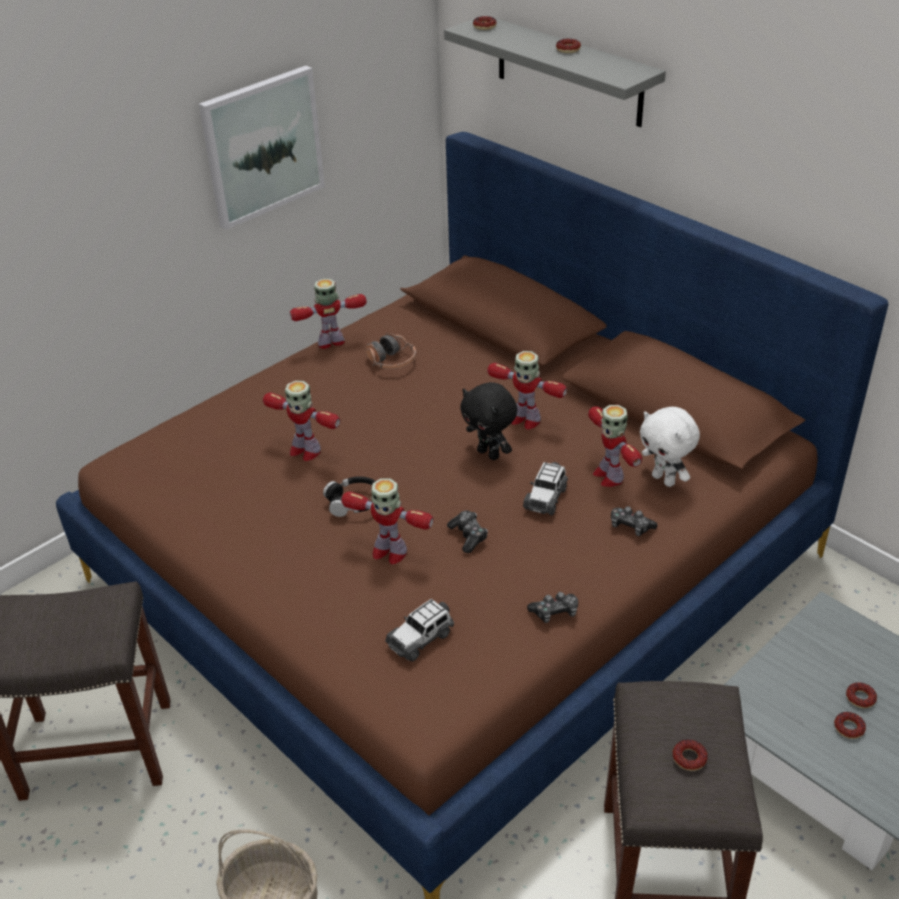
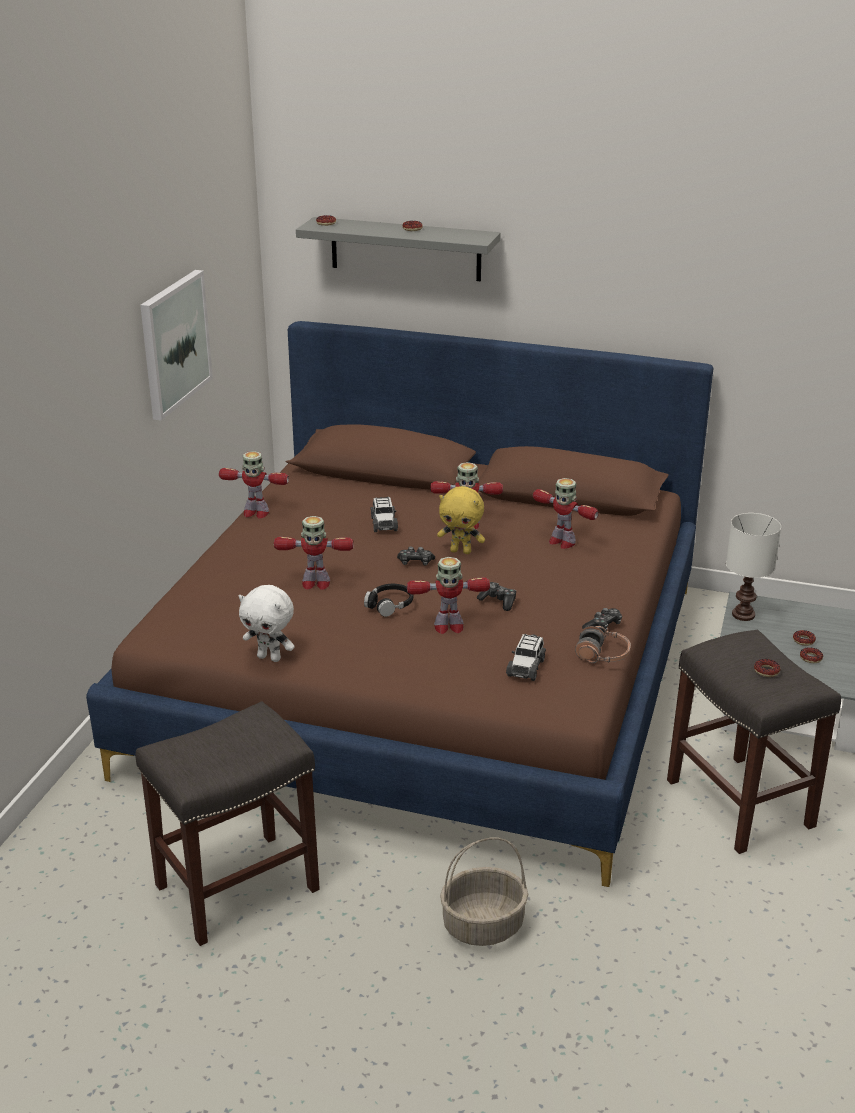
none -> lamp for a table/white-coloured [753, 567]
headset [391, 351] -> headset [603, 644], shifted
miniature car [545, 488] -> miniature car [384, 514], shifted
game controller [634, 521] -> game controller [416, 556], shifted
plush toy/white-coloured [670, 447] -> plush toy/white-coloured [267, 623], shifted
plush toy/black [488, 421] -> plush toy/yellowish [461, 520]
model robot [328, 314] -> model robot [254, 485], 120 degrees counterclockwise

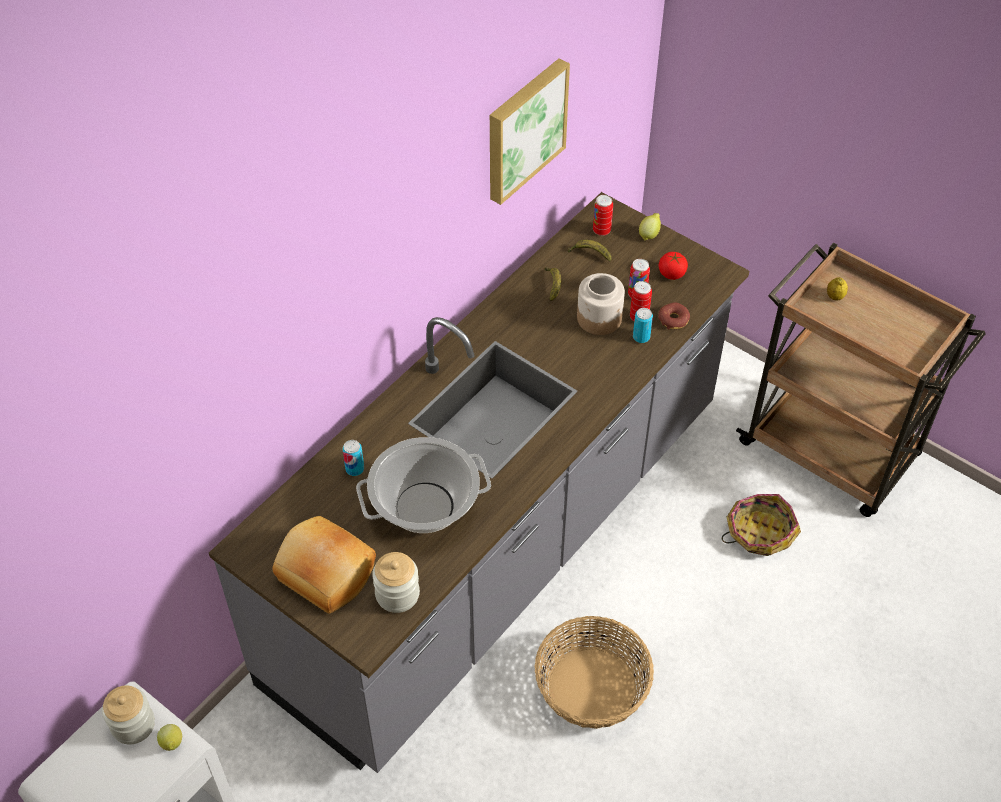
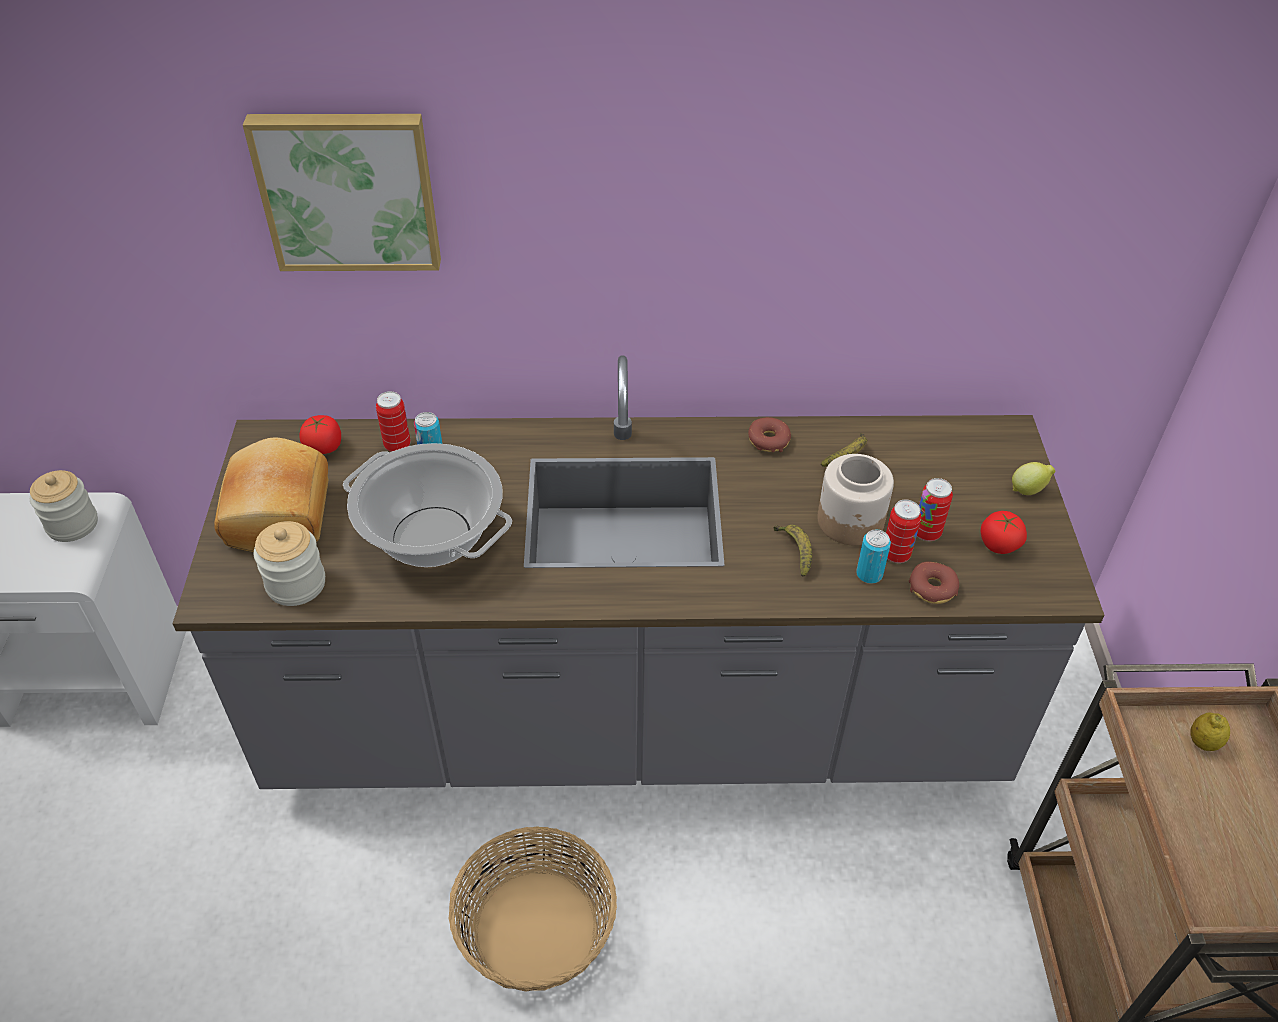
lemon [169, 737] -> none
household basket [761, 525] -> none
none -> fresh tomato [320, 434]
none -> doughnut [769, 434]
wall art [530, 131] -> wall art [342, 192], shifted
banana fruit [589, 251] -> banana fruit [792, 551], shifted
can [603, 215] -> can [393, 421], shifted

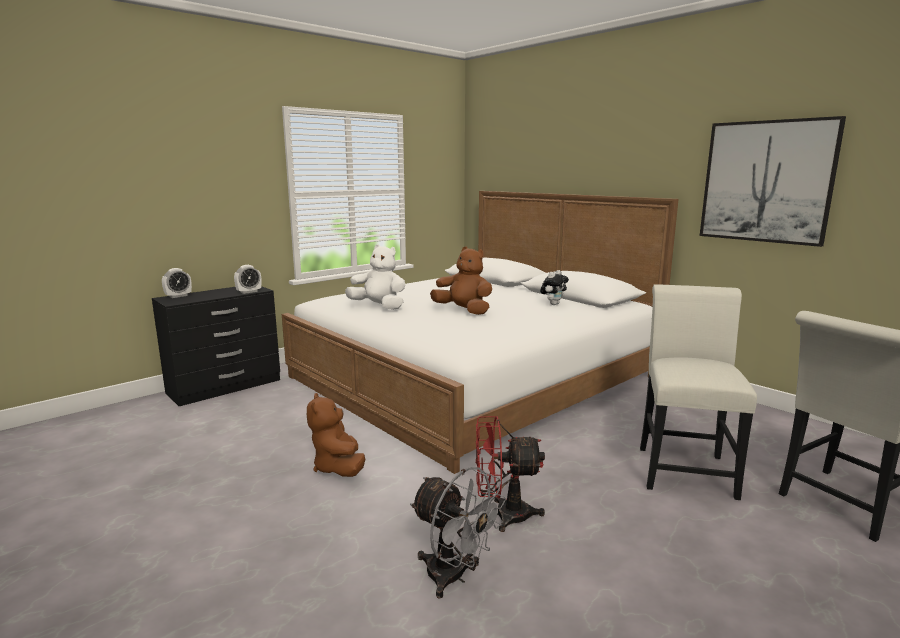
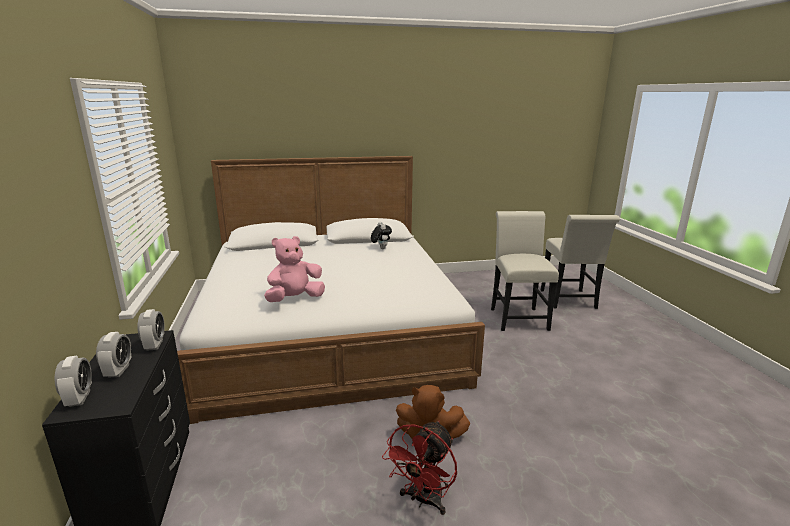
fan/gray [458, 532] -> none
plush toy/brown-coloured [461, 281] -> none
wall art [773, 181] -> none
none -> table clock [114, 354]
fan/red-coloured [510, 474] -> fan/red-coloured [419, 468], shifted
plush toy/white-coloured [375, 277] -> plush toy/pink [294, 269]
upright chair/white-coloured [698, 392] -> upright chair/white-coloured [525, 271], 45 degrees clockwise

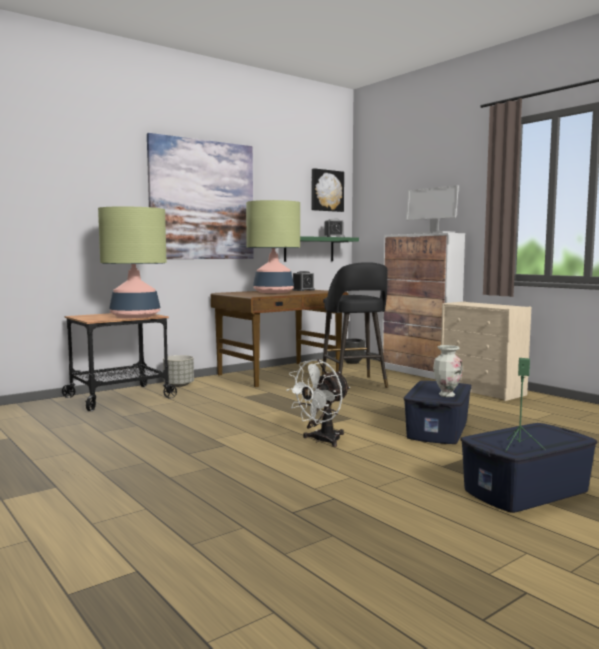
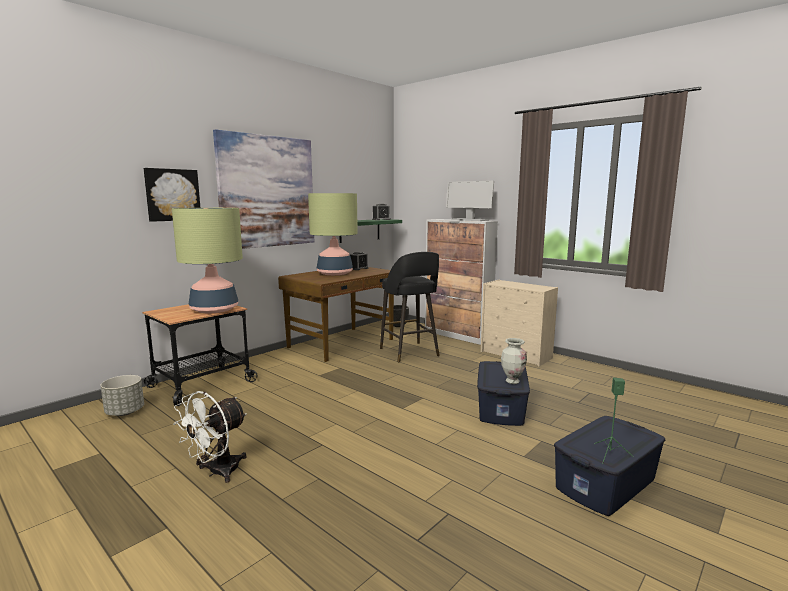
flower pot/gray [178, 371] -> flower pot/gray [122, 395], shifted
fan/white-coloured [318, 403] -> fan/white-coloured [210, 437], shifted
wall art [328, 190] -> wall art [172, 195], shifted

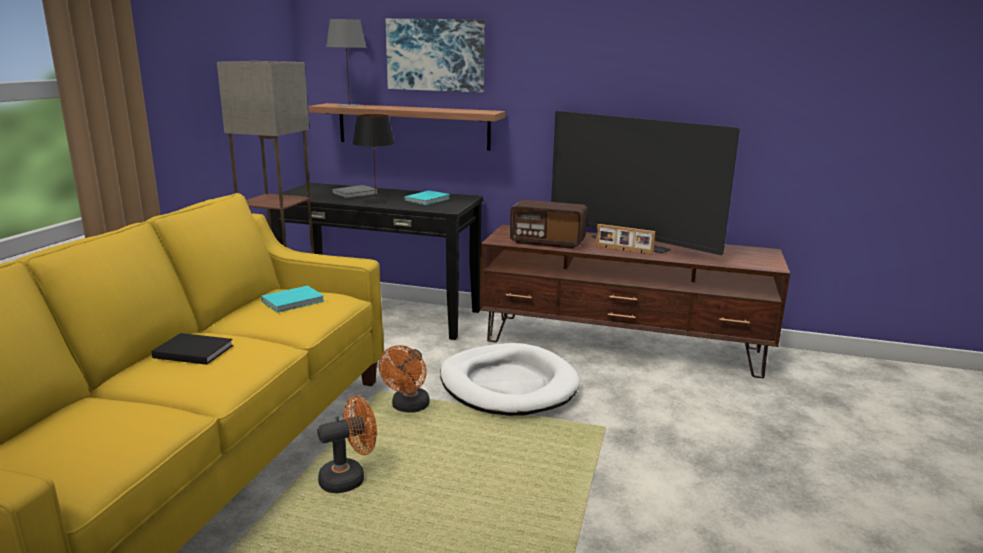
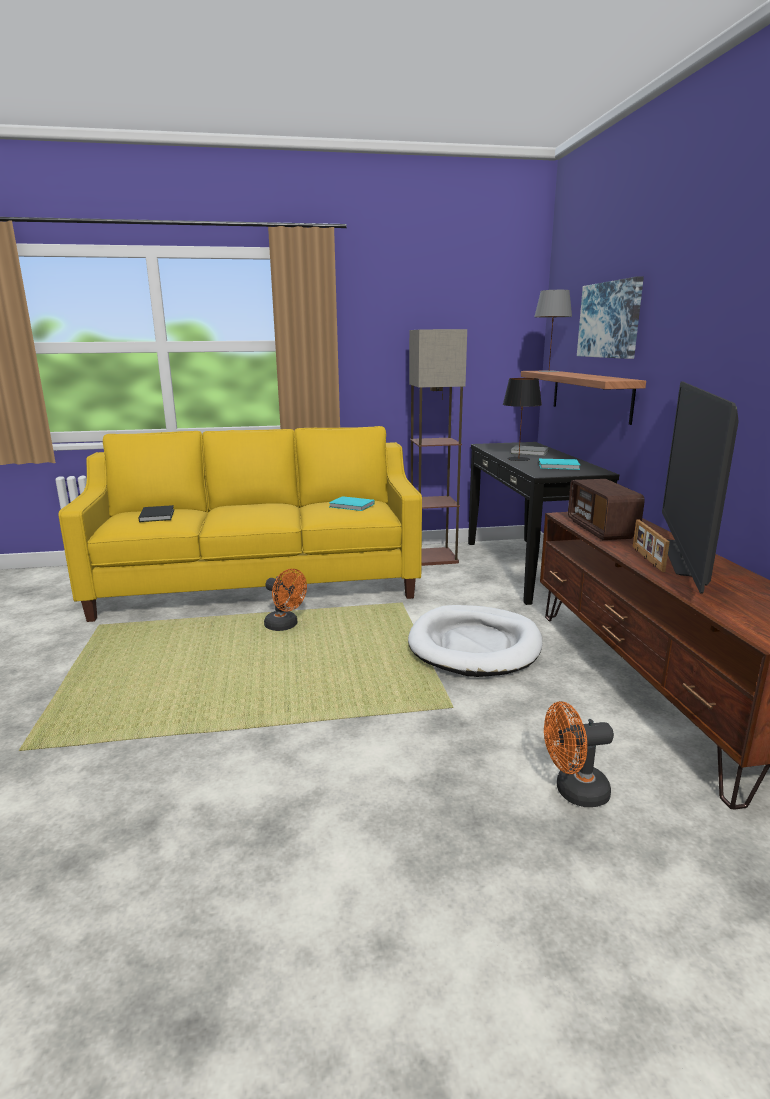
volume/black [192, 349] -> volume/black [156, 513], shifted
fan/orangey [404, 378] -> fan/orangey [579, 754], shifted

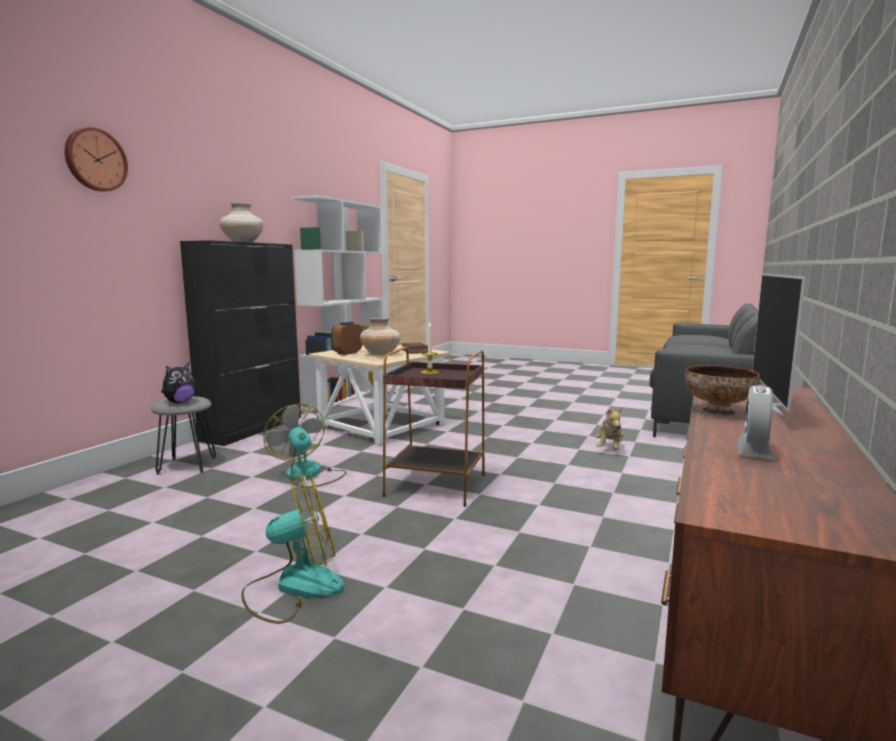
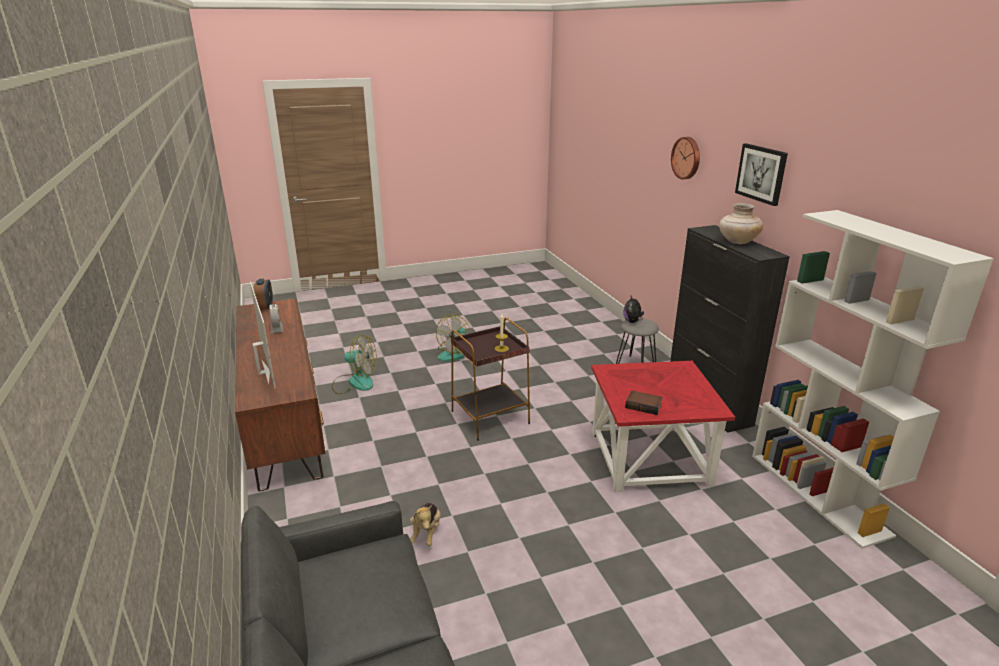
vase/beige [380, 336] -> none
bowl [722, 390] -> none
none -> wall art [761, 174]
fan [305, 446] -> fan [354, 364], shifted
table clock [346, 338] -> table clock [263, 294], shifted
end table/beige [379, 395] -> end table/red-coloured [663, 426]
plush toy [609, 429] -> plush toy [425, 524], 150 degrees counterclockwise

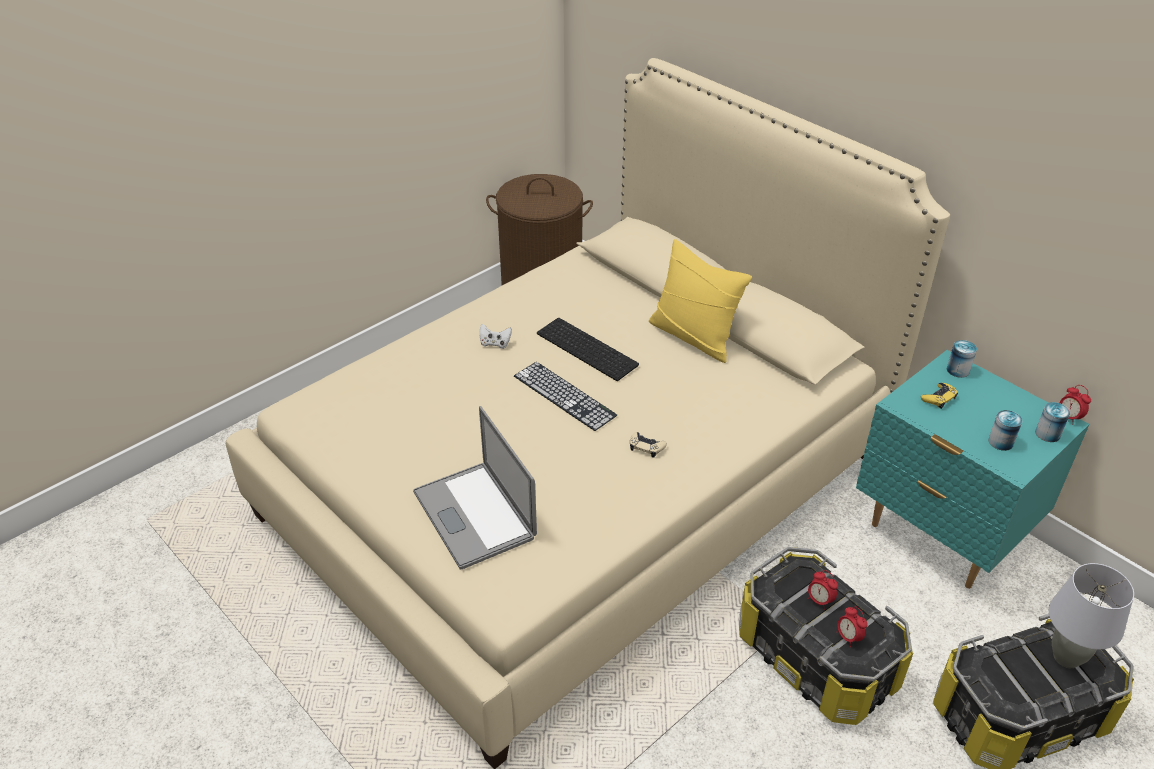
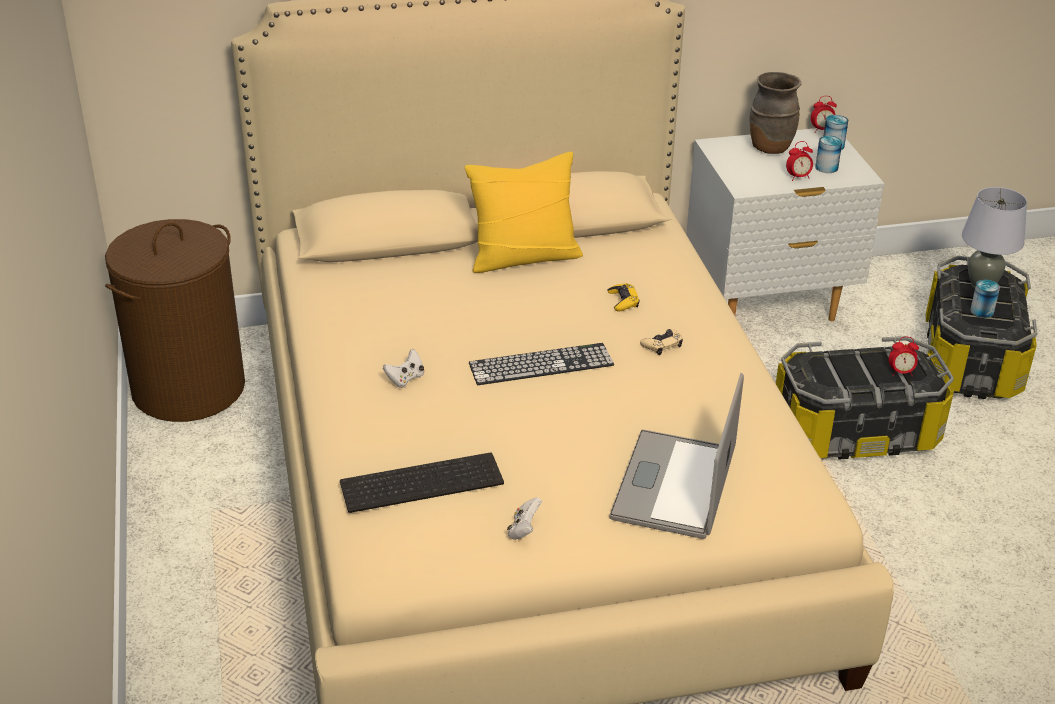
none -> game controller/white-coloured [524, 518]
none -> vase/brown-coloured [775, 113]
computer keyboard [588, 349] -> computer keyboard [422, 482], shifted
table clock [822, 590] -> table clock [799, 161], shifted
game controller/yellowish [939, 396] -> game controller/yellowish [624, 297], shifted
can [962, 359] -> can [985, 299], shifted
bedside table/turquoise-coloured [972, 469] -> bedside table/white-coloured [785, 224]
portable computer [475, 487] -> portable computer [676, 456], 105 degrees clockwise

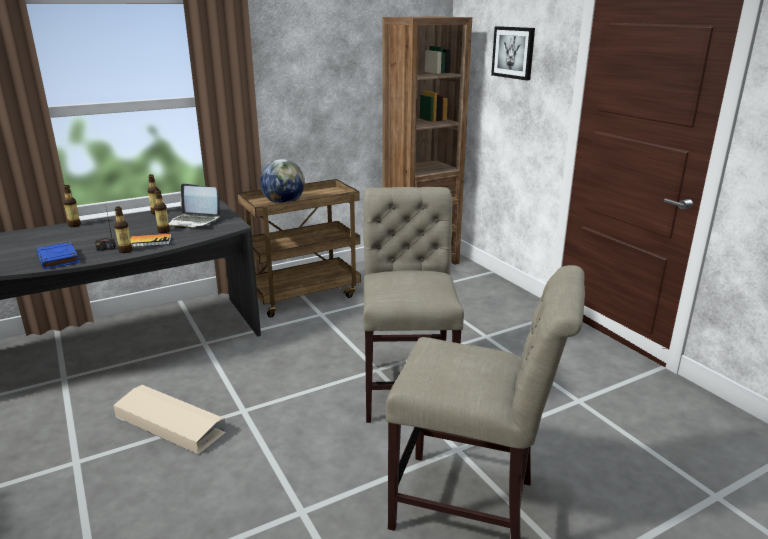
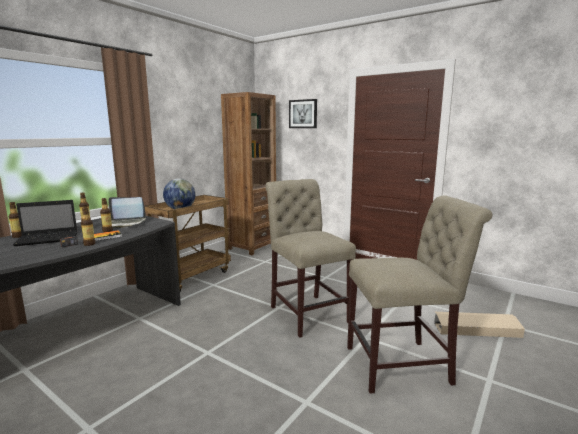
volume/bluish [58, 255] -> none
none -> portable computer [45, 223]
storage container/beige [169, 419] -> storage container/beige [479, 325], shifted

